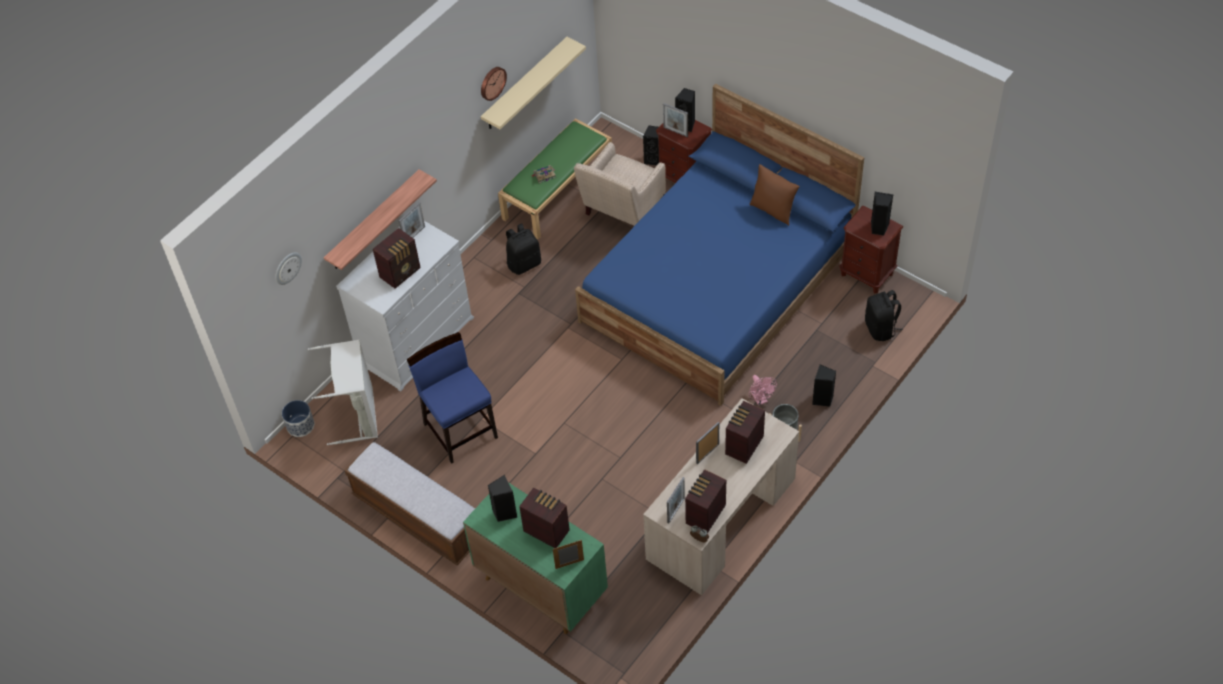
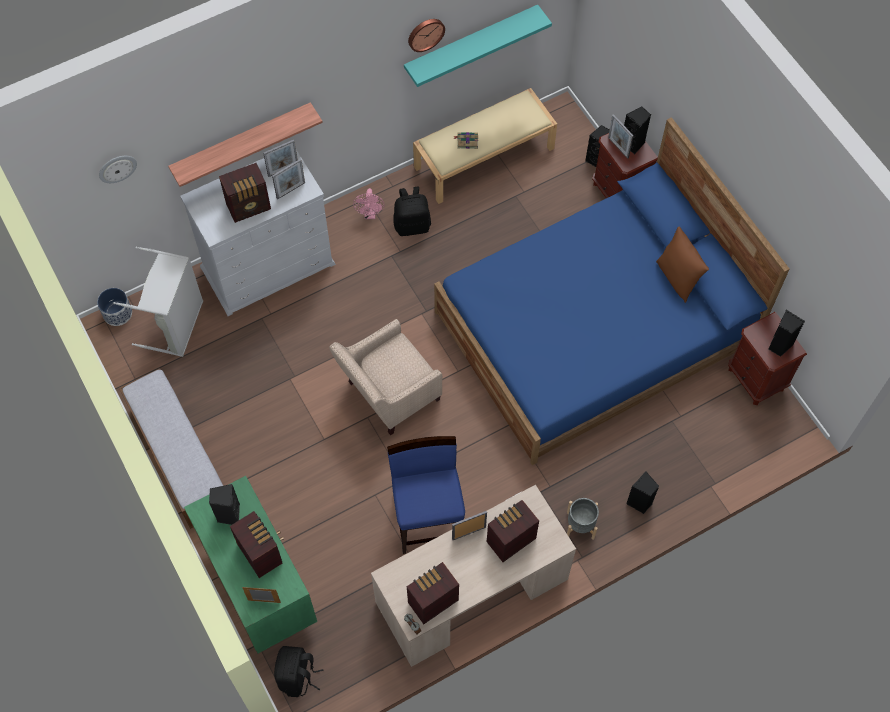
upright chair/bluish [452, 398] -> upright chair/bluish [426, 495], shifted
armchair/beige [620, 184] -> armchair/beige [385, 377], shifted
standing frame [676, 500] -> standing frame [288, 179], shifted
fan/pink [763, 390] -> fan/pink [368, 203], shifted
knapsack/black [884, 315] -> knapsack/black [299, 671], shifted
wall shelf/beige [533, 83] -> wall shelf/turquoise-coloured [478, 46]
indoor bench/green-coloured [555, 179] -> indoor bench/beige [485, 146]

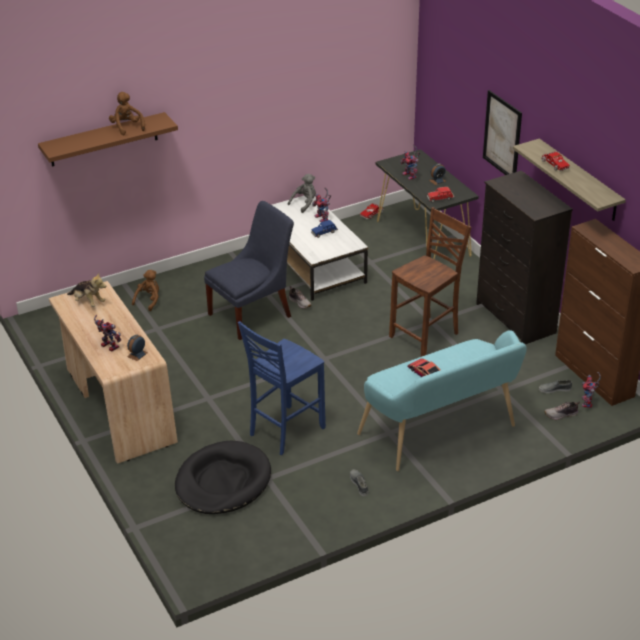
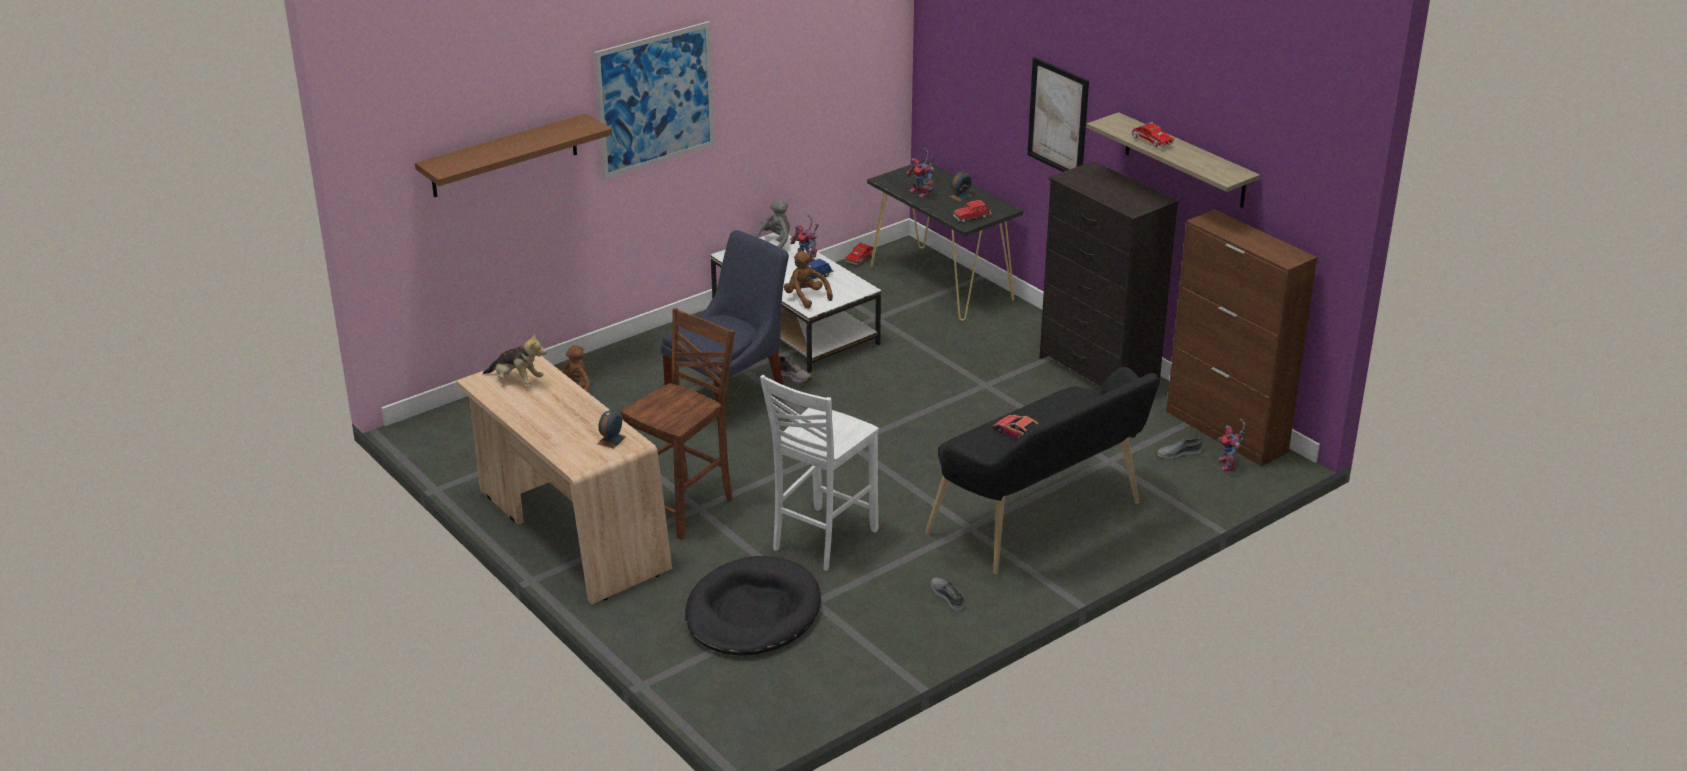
model robot [107, 333] -> none
shoe [562, 411] -> none
none -> wall art [654, 100]
plush toy/brown-coloured [127, 114] -> plush toy/brown-coloured [808, 280], shifted
upright chair/brown-coloured [430, 281] -> upright chair/brown-coloured [678, 424], shifted
upright chair/bluish [282, 388] -> upright chair/white-coloured [819, 473]
indoor bench/turquoise-coloured [442, 400] -> indoor bench/black [1042, 471]

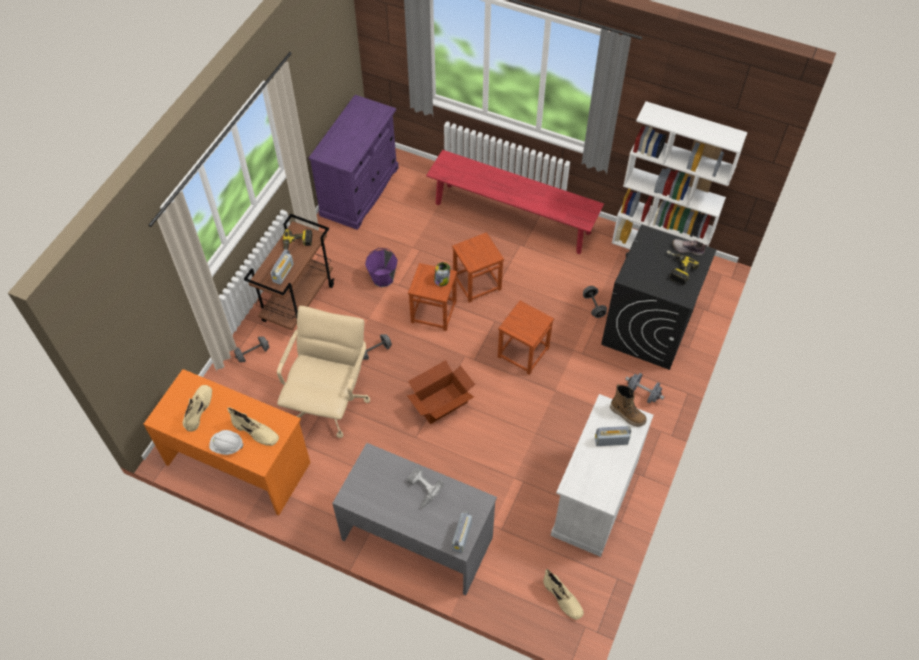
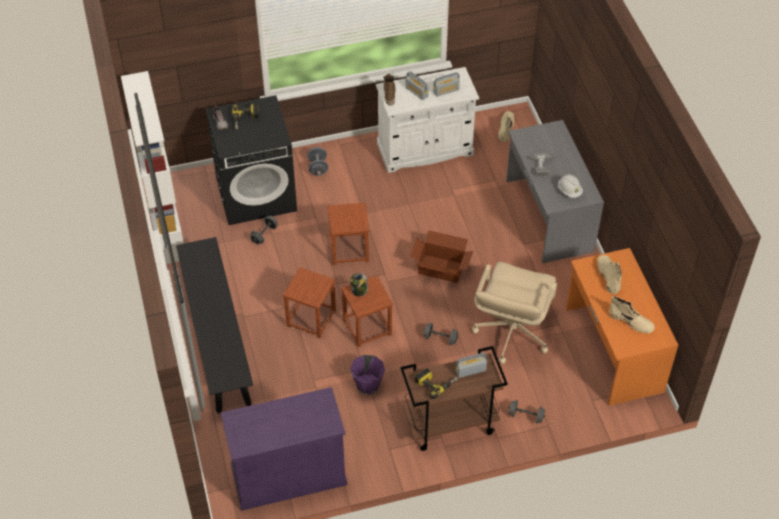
work helmet/white-coloured [226, 442] -> work helmet/white-coloured [570, 186], shifted
radio [462, 532] -> radio [446, 84], shifted
indoor bench/red-coloured [515, 202] -> indoor bench/black [214, 325]
high-top boot/beige [197, 408] -> high-top boot/beige [632, 314], 120 degrees counterclockwise
office chair/beige [323, 372] -> office chair/beige [514, 313], 45 degrees counterclockwise

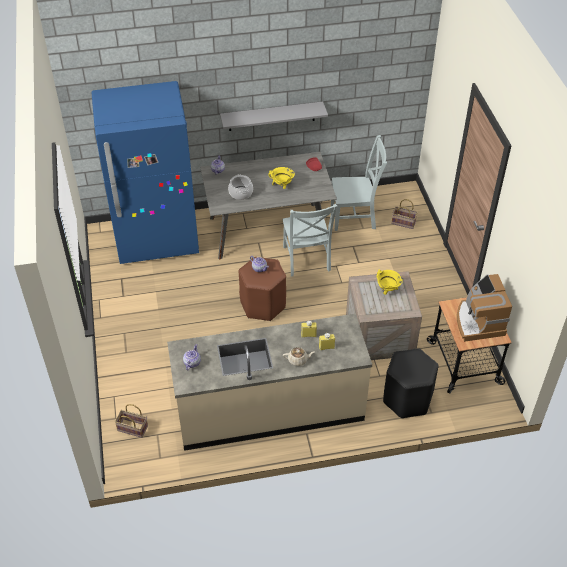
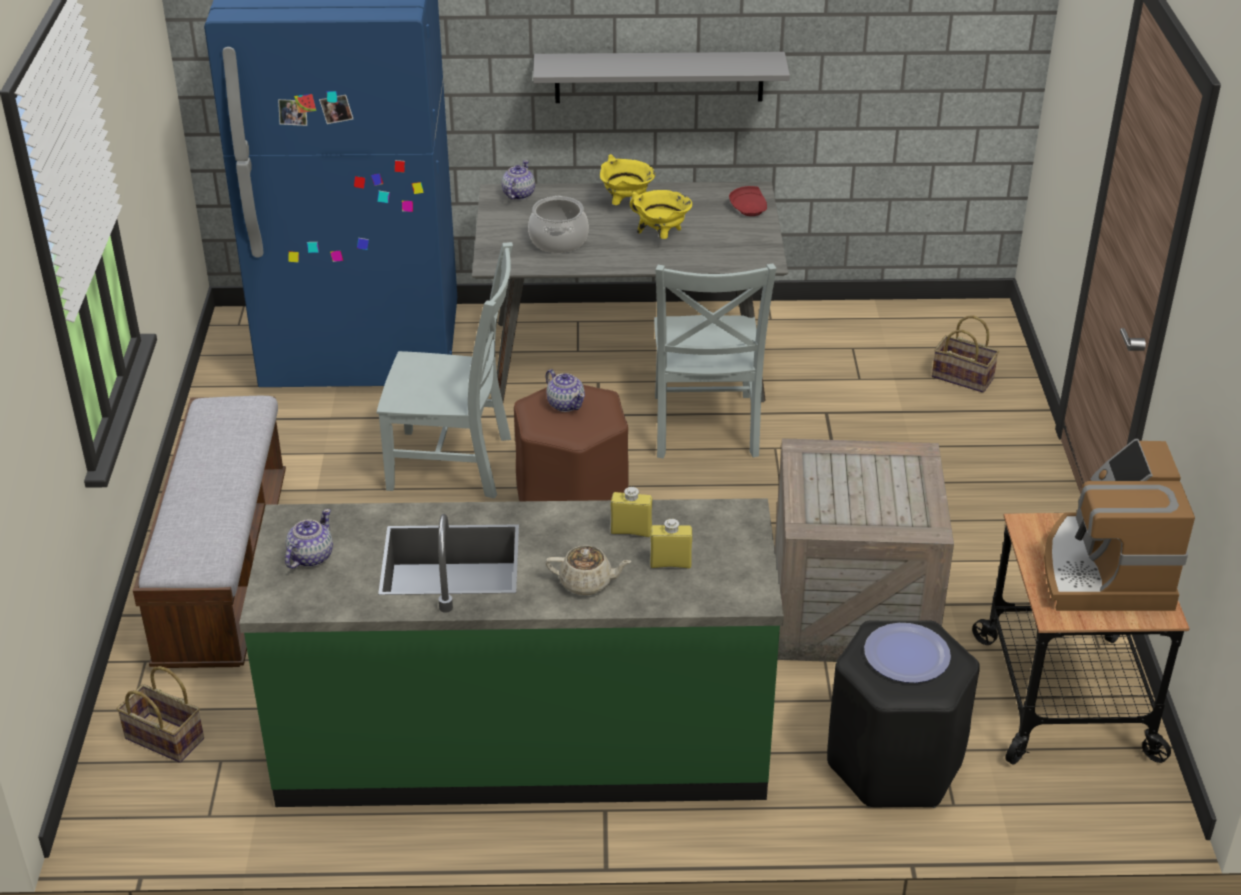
none -> indoor bench [209, 532]
none -> plate [907, 653]
upright chair/gray [359, 183] -> upright chair/gray [445, 370], shifted
saucepot/yellowish [390, 282] -> saucepot/yellowish [627, 179], shifted
counter/beige [269, 382] -> counter/green-coloured [511, 652]

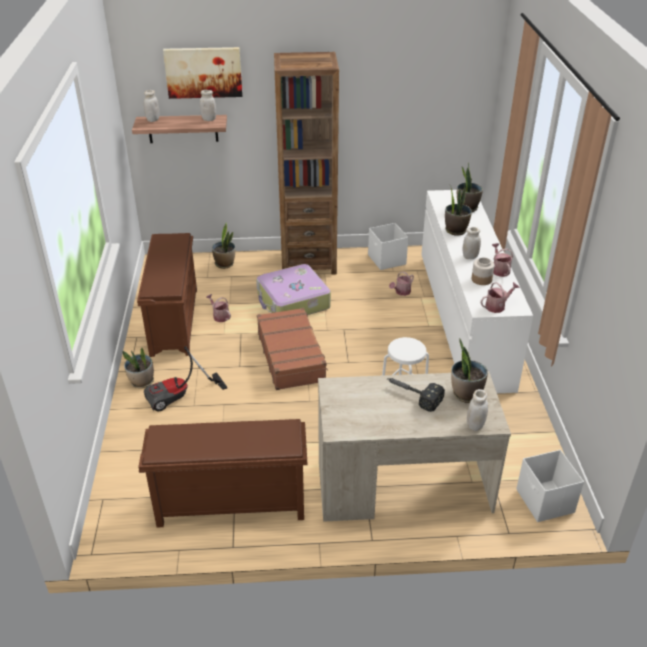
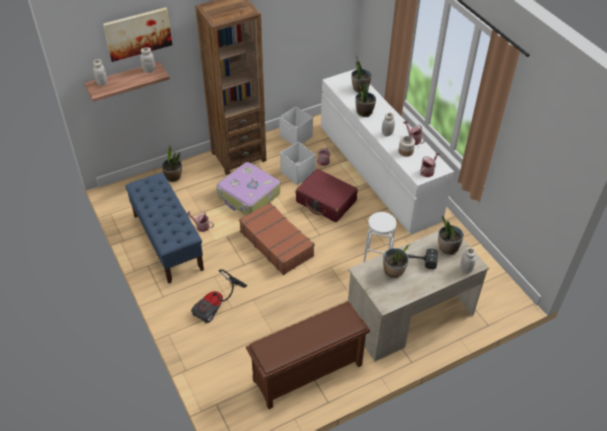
none -> suitcase/red-coloured [326, 195]
plant in a pot [138, 368] -> plant in a pot [396, 261], shifted
storage container/white-coloured [550, 486] -> storage container/white-coloured [298, 163], shifted
shoe shelf/brown-coloured [167, 295] -> indoor bench/bluish [164, 228]

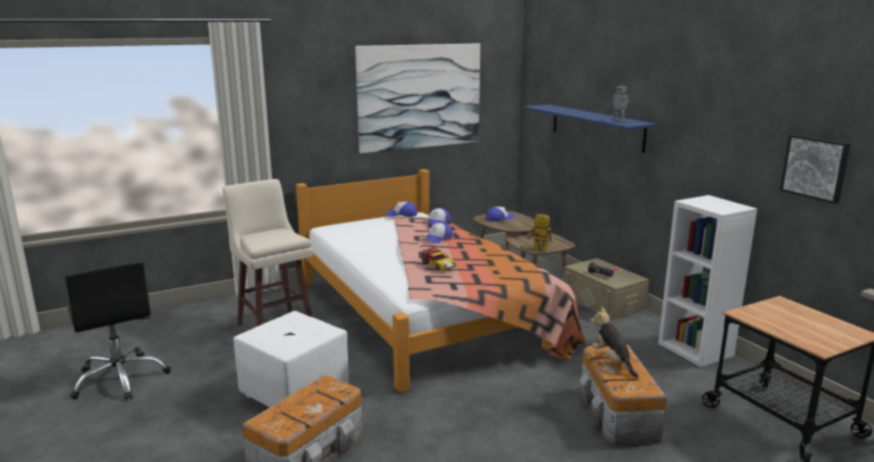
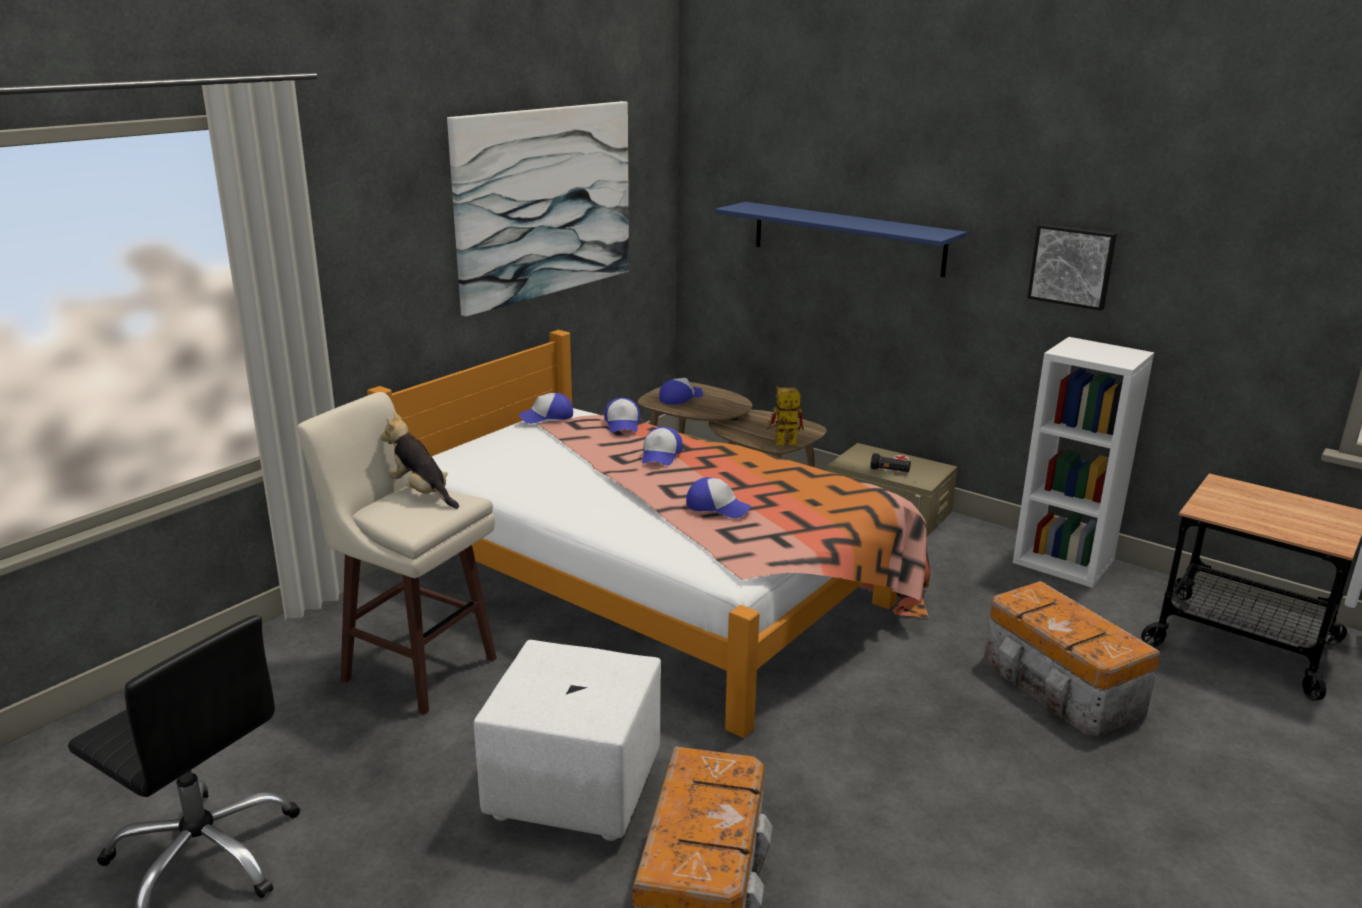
model robot [618, 102] -> none
plush toy [614, 342] -> plush toy [419, 461], shifted
wall art [815, 169] -> wall art [1072, 267], shifted
miniature car [439, 259] -> peaked cap [718, 497]

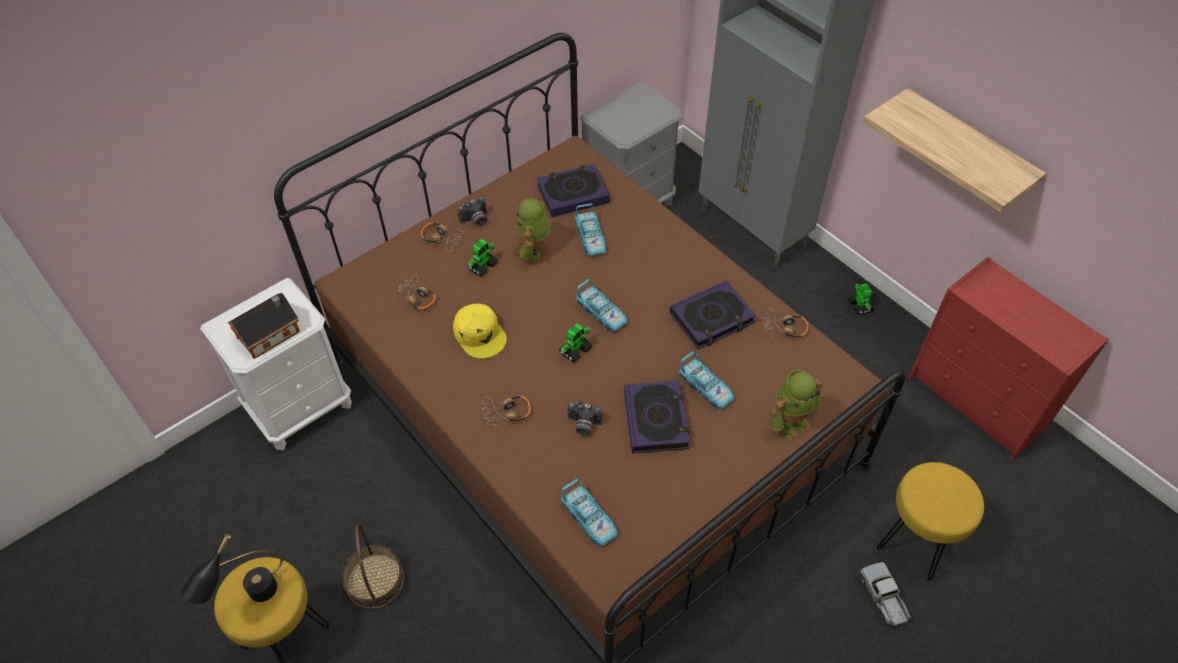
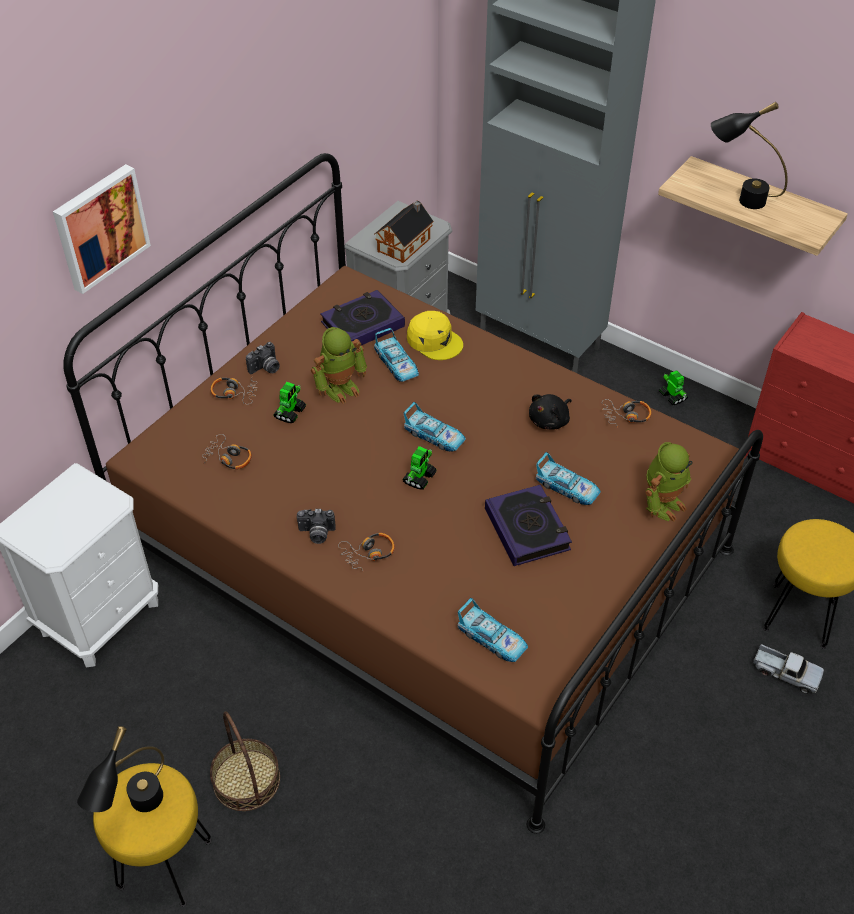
none -> wall art [102, 229]
none -> lamp for a table/black [749, 155]
toy house [264, 326] -> toy house [404, 231], shifted
peaked cap/yellowish [480, 331] -> peaked cap/yellowish [435, 335], shifted
photo camera [584, 419] -> photo camera [316, 526], shifted
volume [713, 314] -> plush toy/black [550, 412]
model robot [533, 230] -> model robot [339, 365], 120 degrees counterclockwise
toy truck [885, 594] -> toy truck [788, 669], 150 degrees clockwise

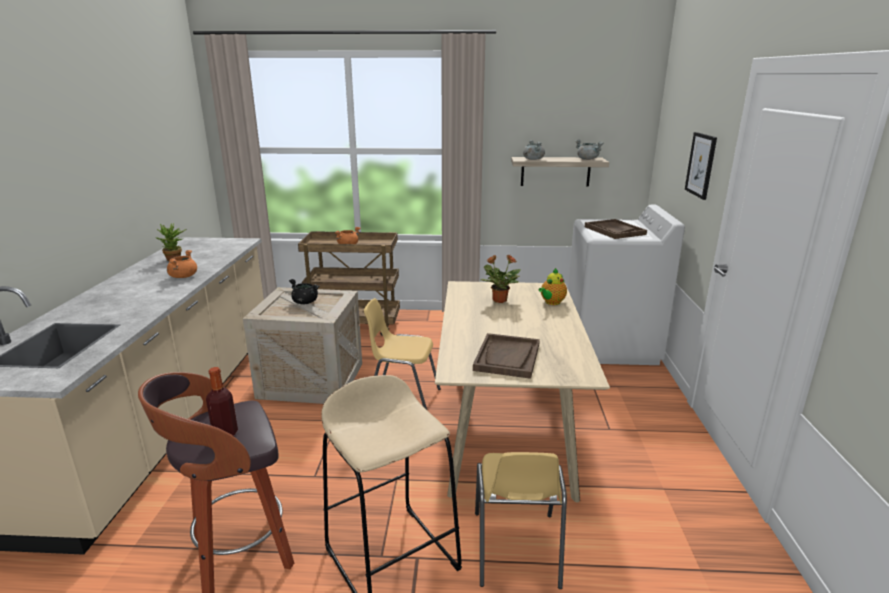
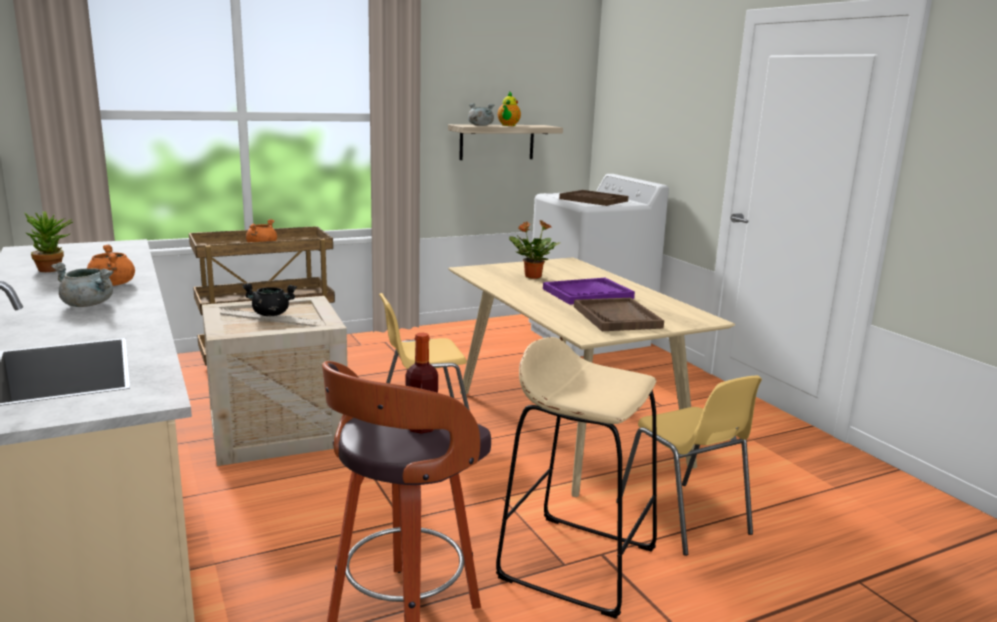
wall art [701, 166] -> none
none -> carrying tray/purplish [589, 291]
tea pot [552, 286] -> tea pot [509, 109], shifted
saucepot/gray [589, 149] -> saucepot/gray [82, 284], shifted

